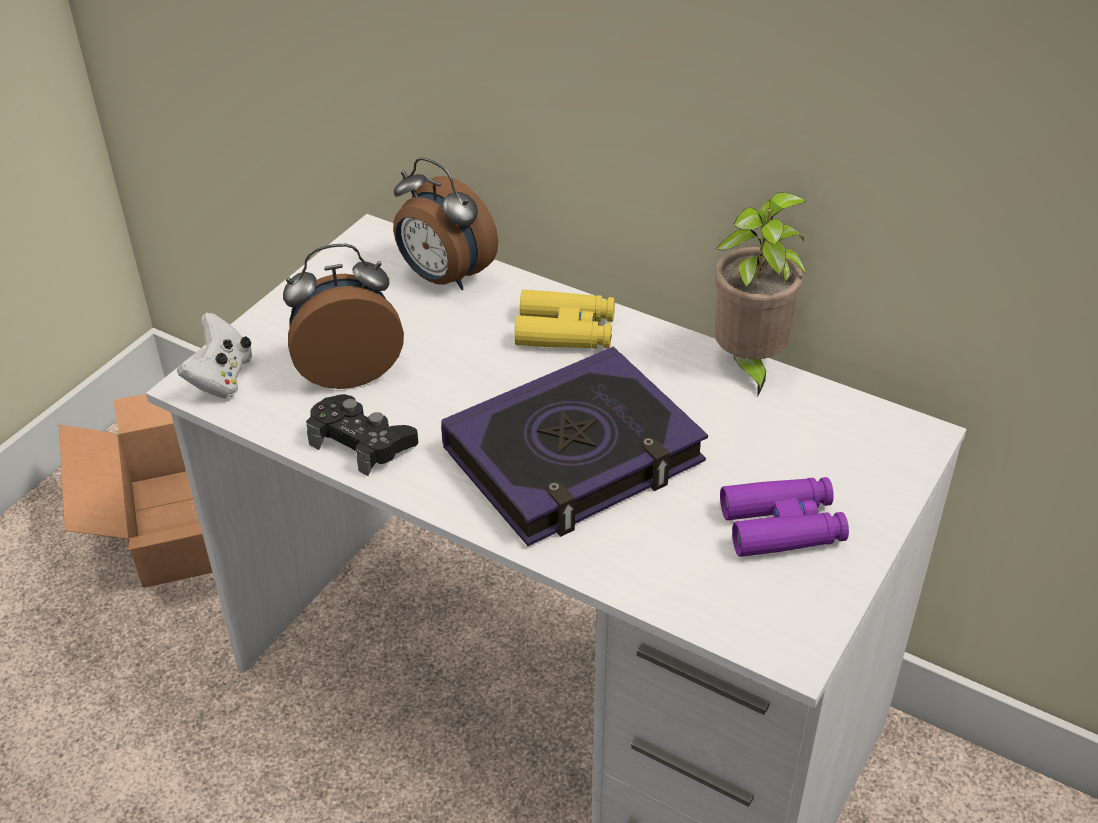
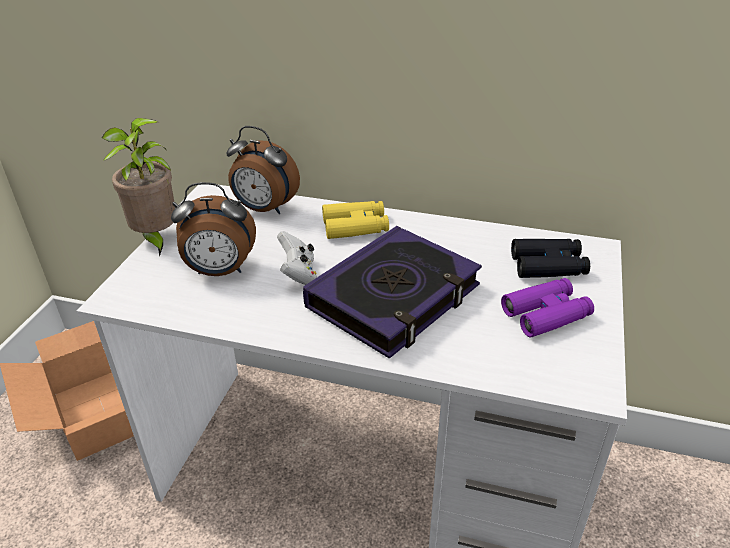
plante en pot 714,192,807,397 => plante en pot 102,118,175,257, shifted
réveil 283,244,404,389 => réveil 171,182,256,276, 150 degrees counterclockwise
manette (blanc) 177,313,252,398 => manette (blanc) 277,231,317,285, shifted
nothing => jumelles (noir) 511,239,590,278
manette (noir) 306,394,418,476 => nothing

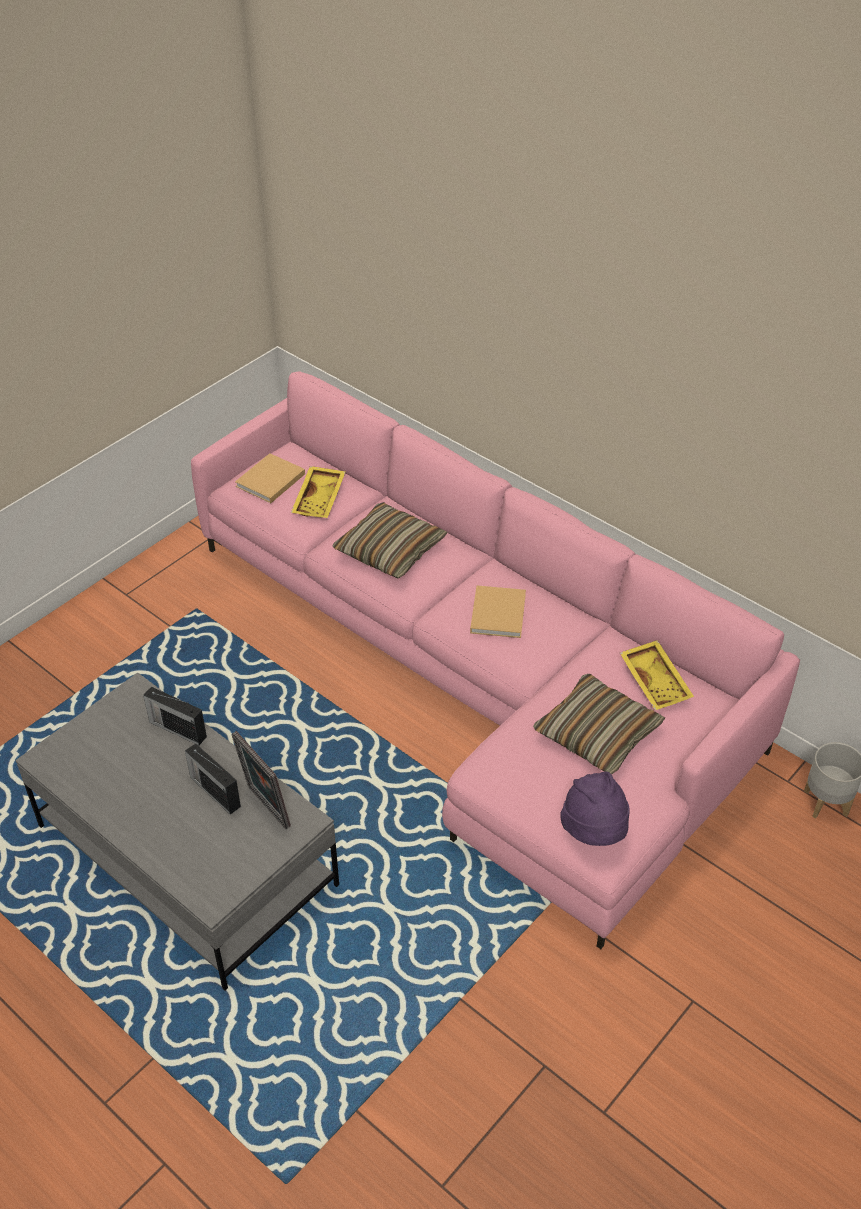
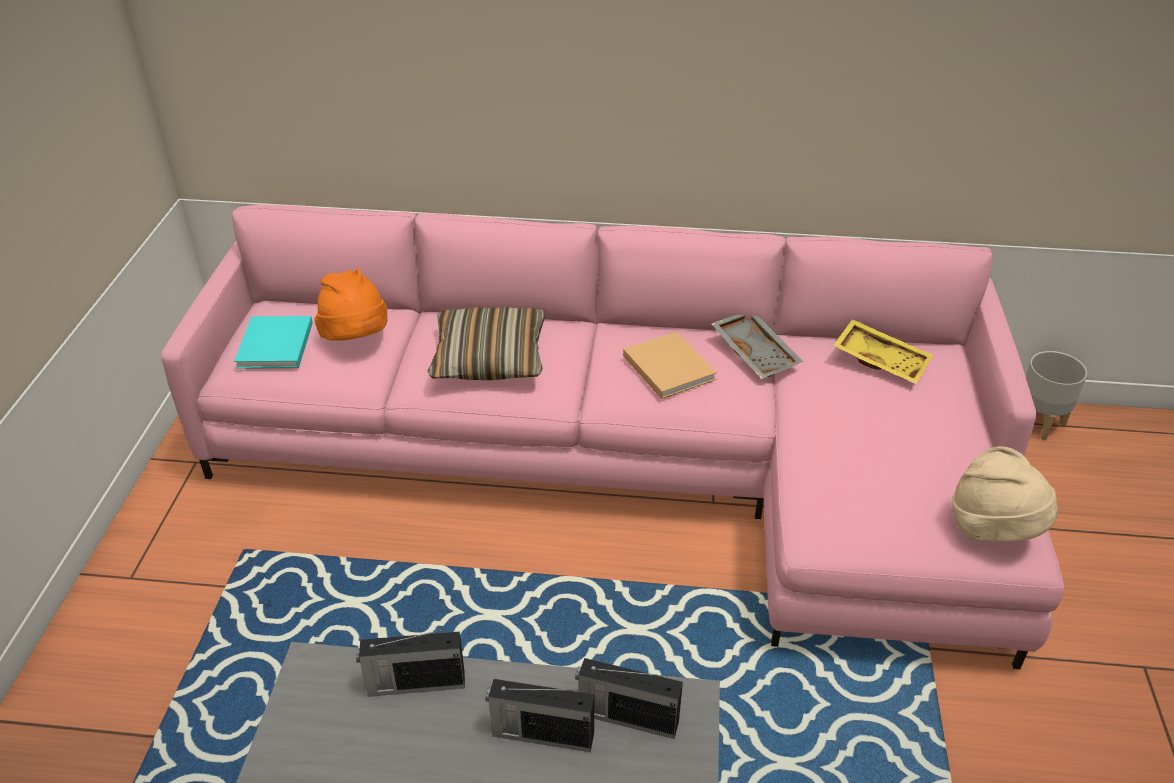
livre (beige) 235,453,305,503 => livre (turquoise) 234,316,313,369
plateau (jaune) 291,466,346,518 => chapeau (orange) 314,269,387,341
cadre photo 231,731,291,829 => radio 575,658,683,739
nothing => plateau (gris) 711,314,804,379
chapeau (violet) 560,772,630,846 => chapeau (beige) 952,446,1058,542
coussin 533,674,665,774 => nothing

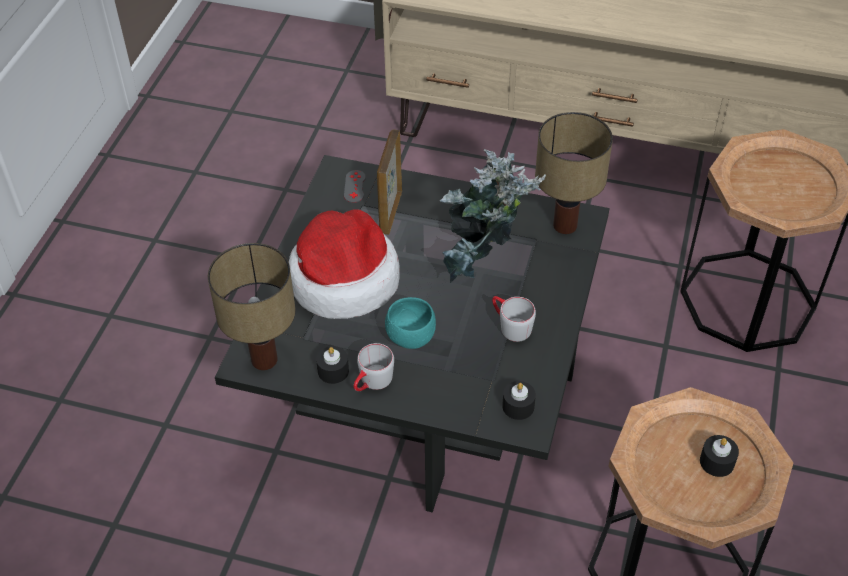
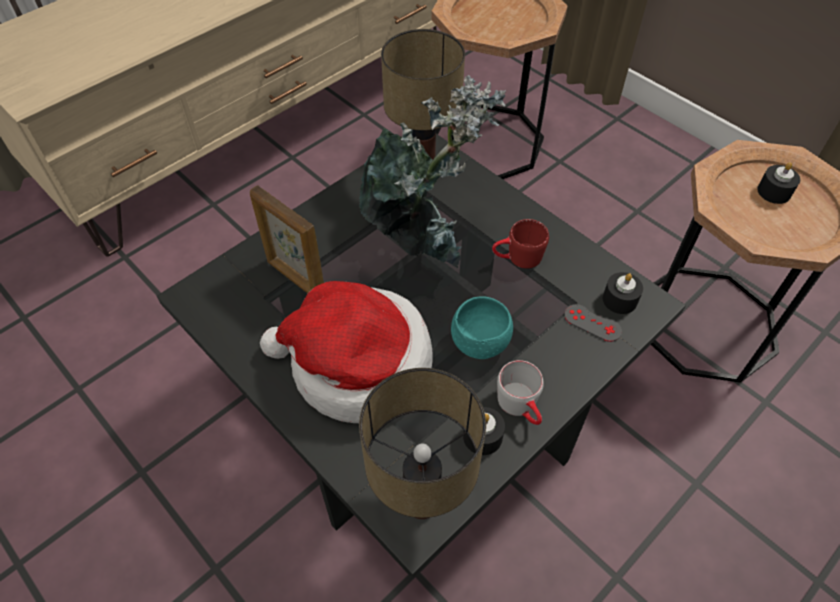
mug (gris) 492,296,536,342 => mug (rouge) 492,219,549,269
manette (gris) 344,170,366,203 => manette (gris) 564,304,622,342, shifted

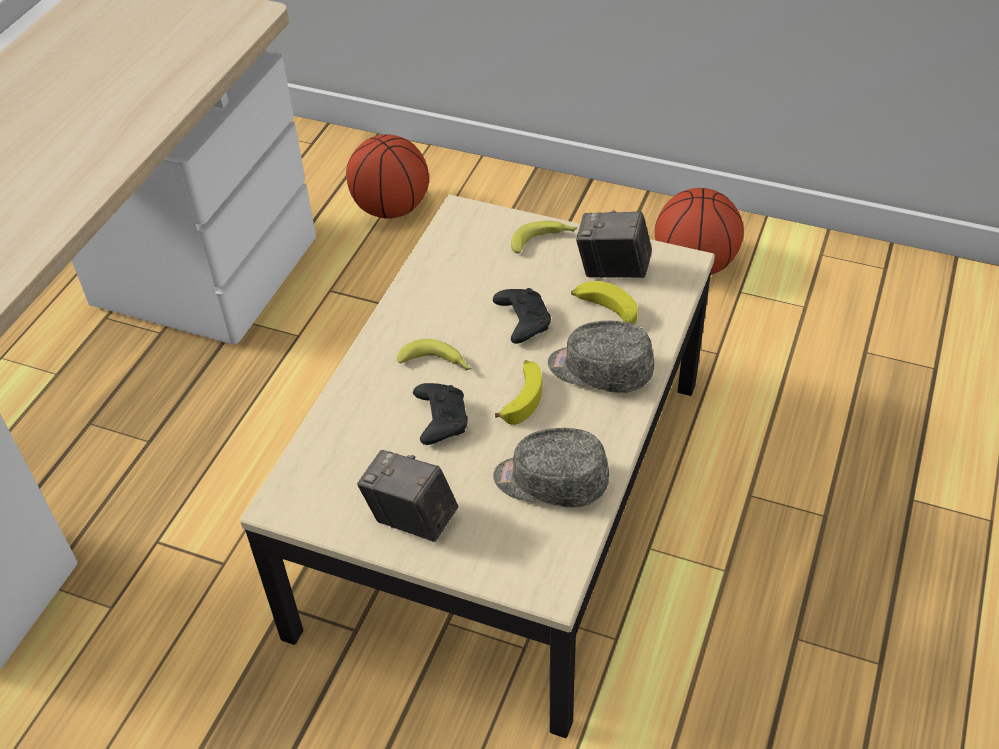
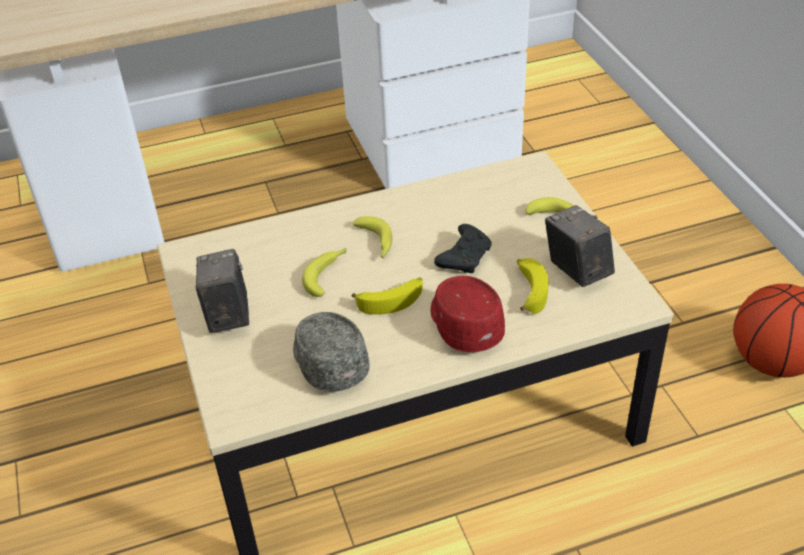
manette (noir) 413,383,468,445 => banane 302,248,347,297
casquette (gris) 548,321,654,393 => casquette (rouge) 431,276,505,352
ballon de basket 346,134,429,219 => nothing

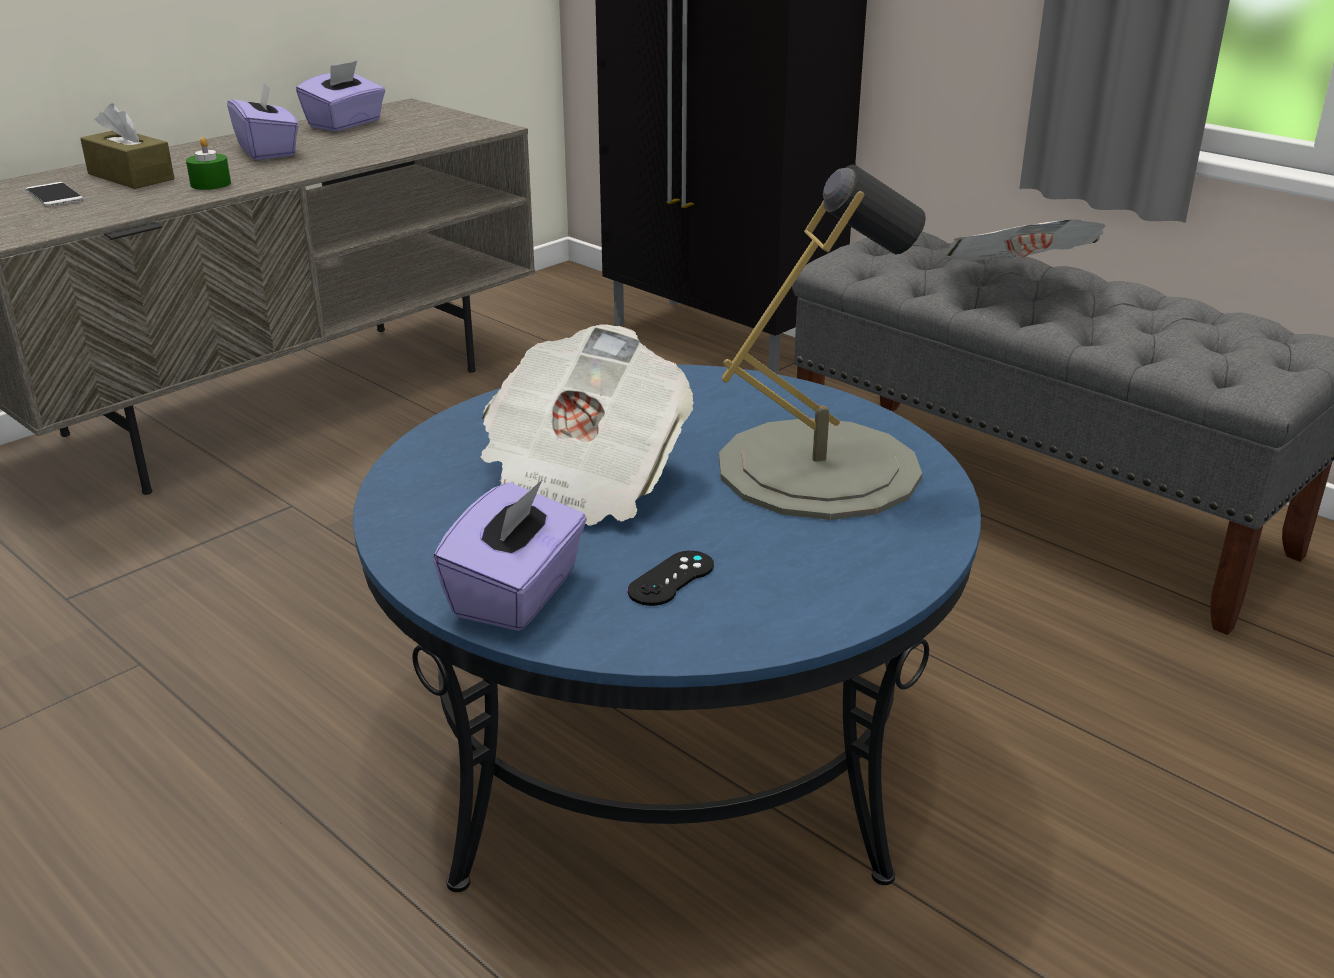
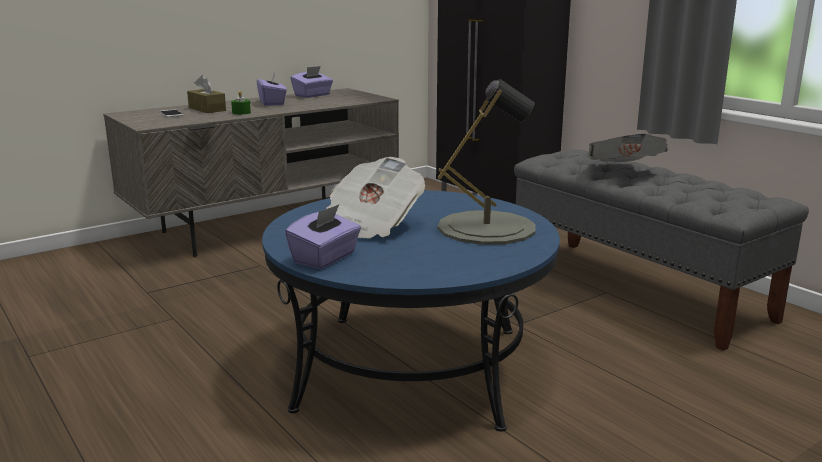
manette (noir) 627,551,714,606 => nothing

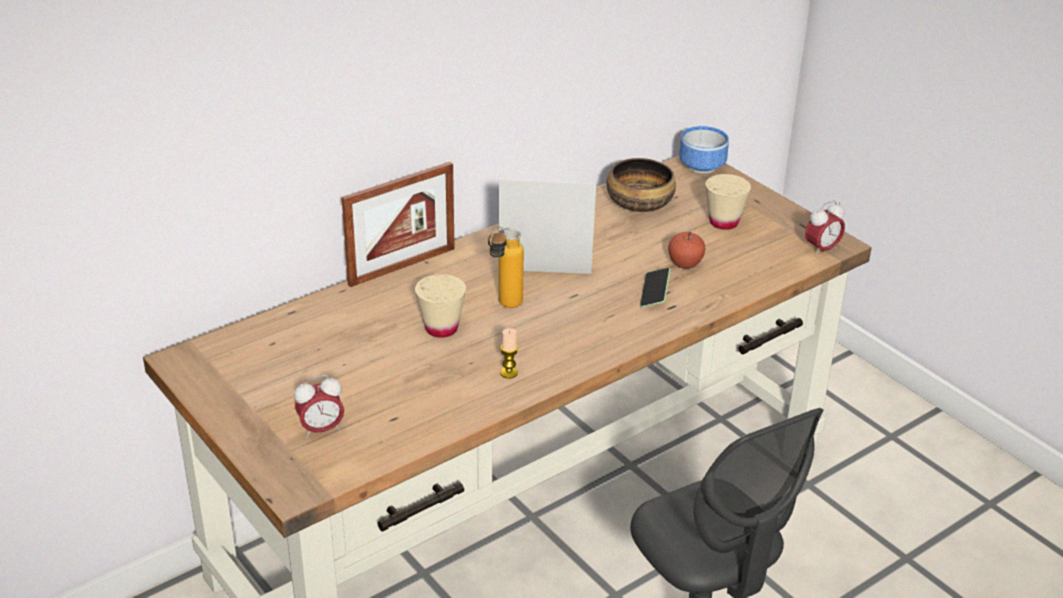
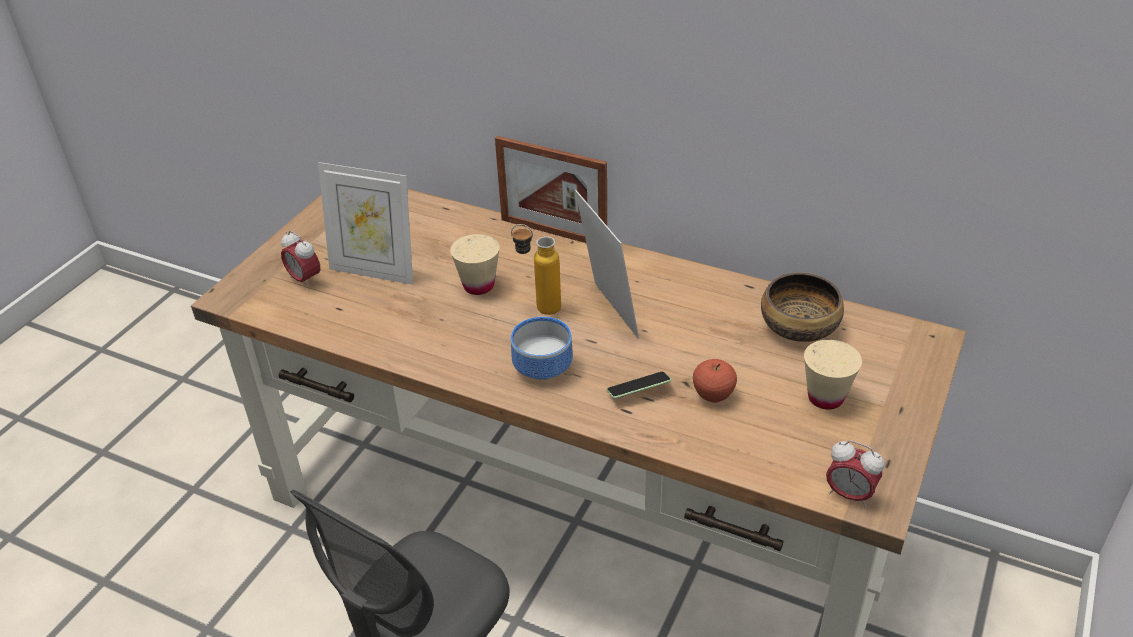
nothing => cadre photo 318,162,413,285
bol 679,126,729,174 => bol 511,317,573,380, shifted
bougie 500,328,518,379 => nothing

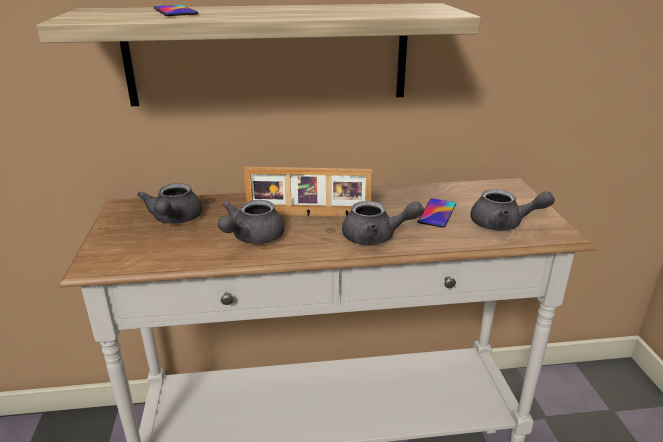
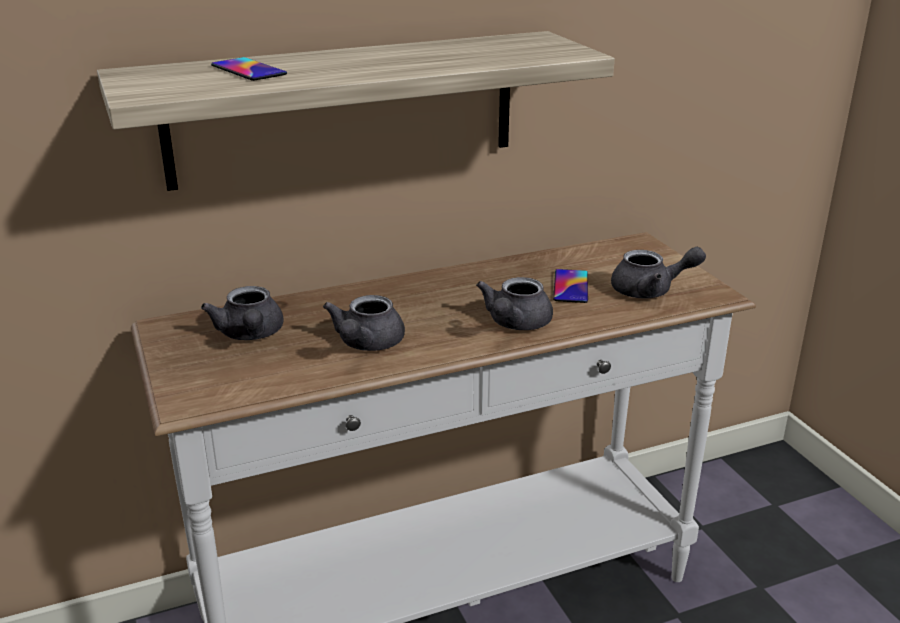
théière (gris) 342,201,424,245 => théière (gris) 476,277,553,330, 120 degrees clockwise
cadre photo 244,167,372,217 => nothing

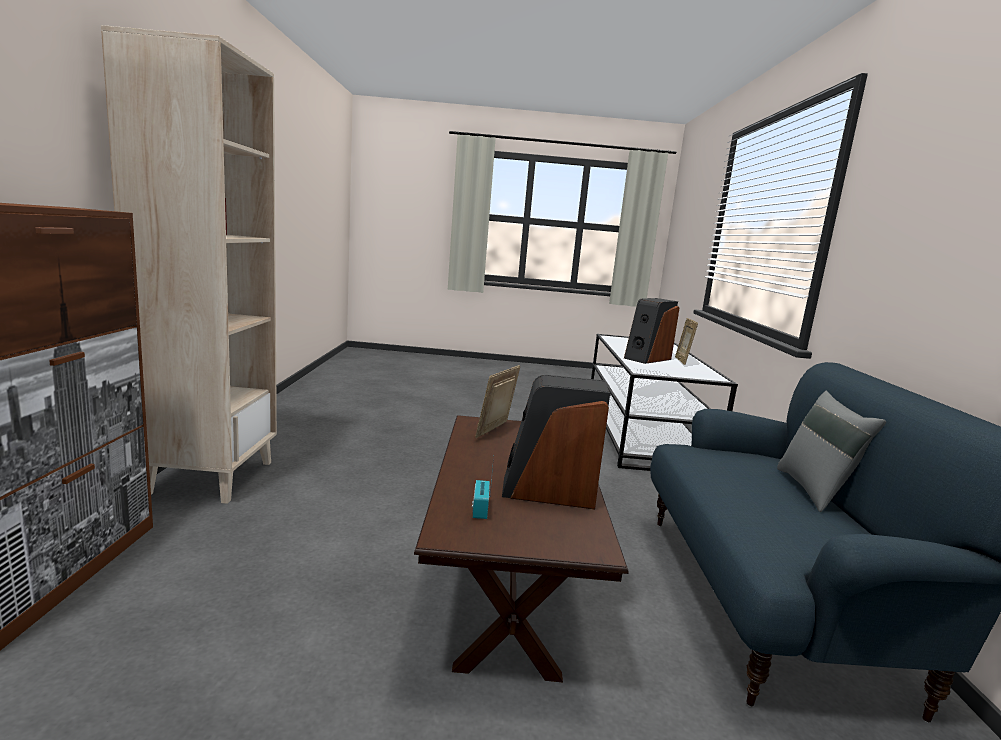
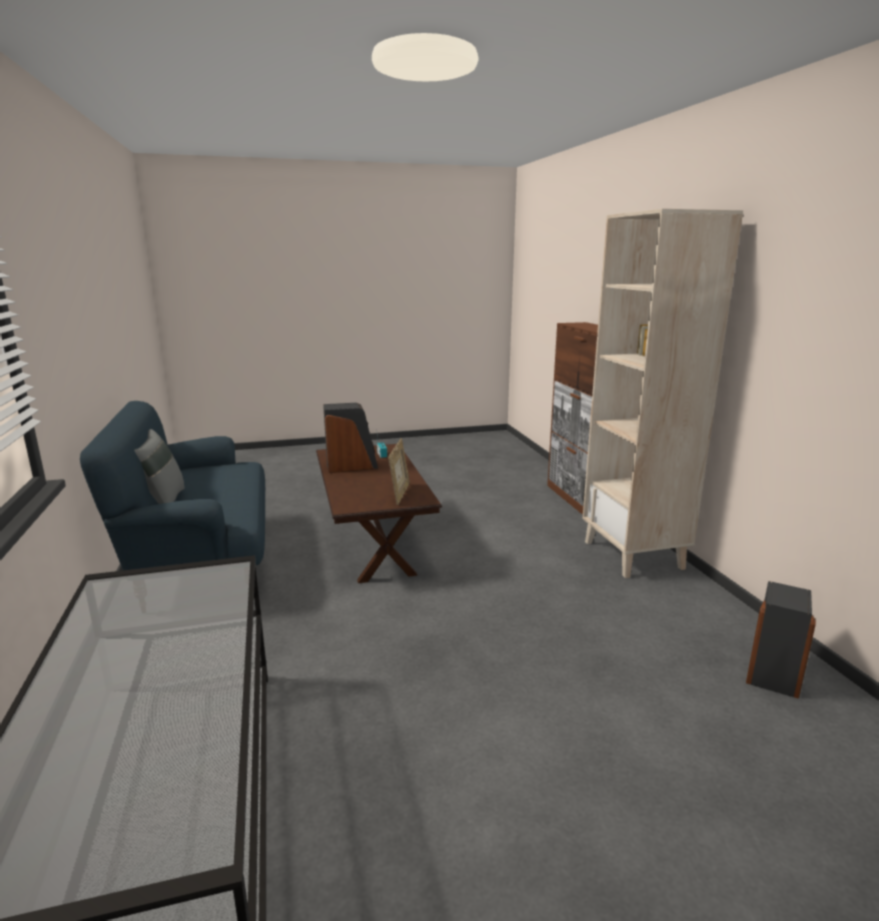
enceinte 624,298,679,364 => enceinte 746,581,816,699, shifted
cadre photo 675,318,698,365 => nothing

